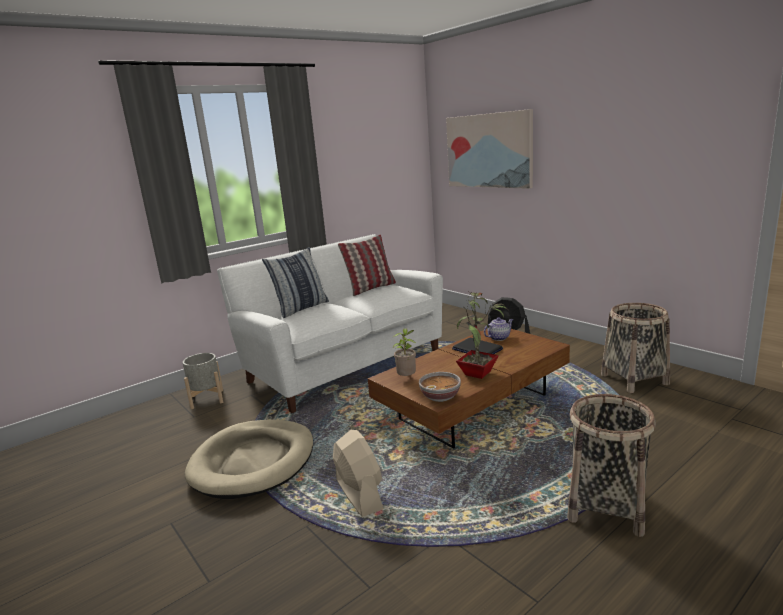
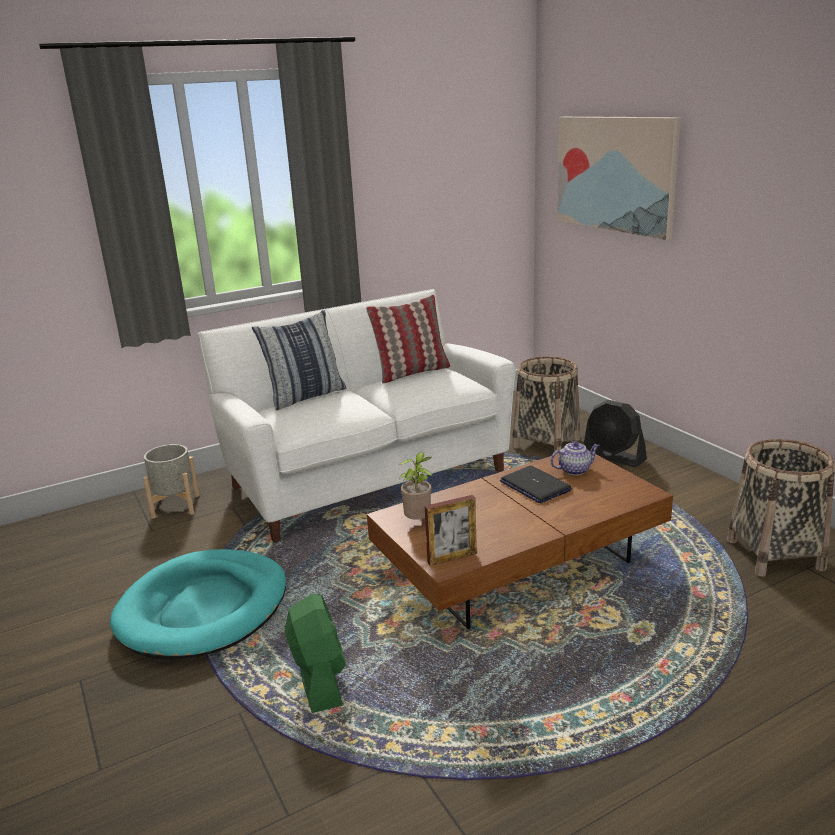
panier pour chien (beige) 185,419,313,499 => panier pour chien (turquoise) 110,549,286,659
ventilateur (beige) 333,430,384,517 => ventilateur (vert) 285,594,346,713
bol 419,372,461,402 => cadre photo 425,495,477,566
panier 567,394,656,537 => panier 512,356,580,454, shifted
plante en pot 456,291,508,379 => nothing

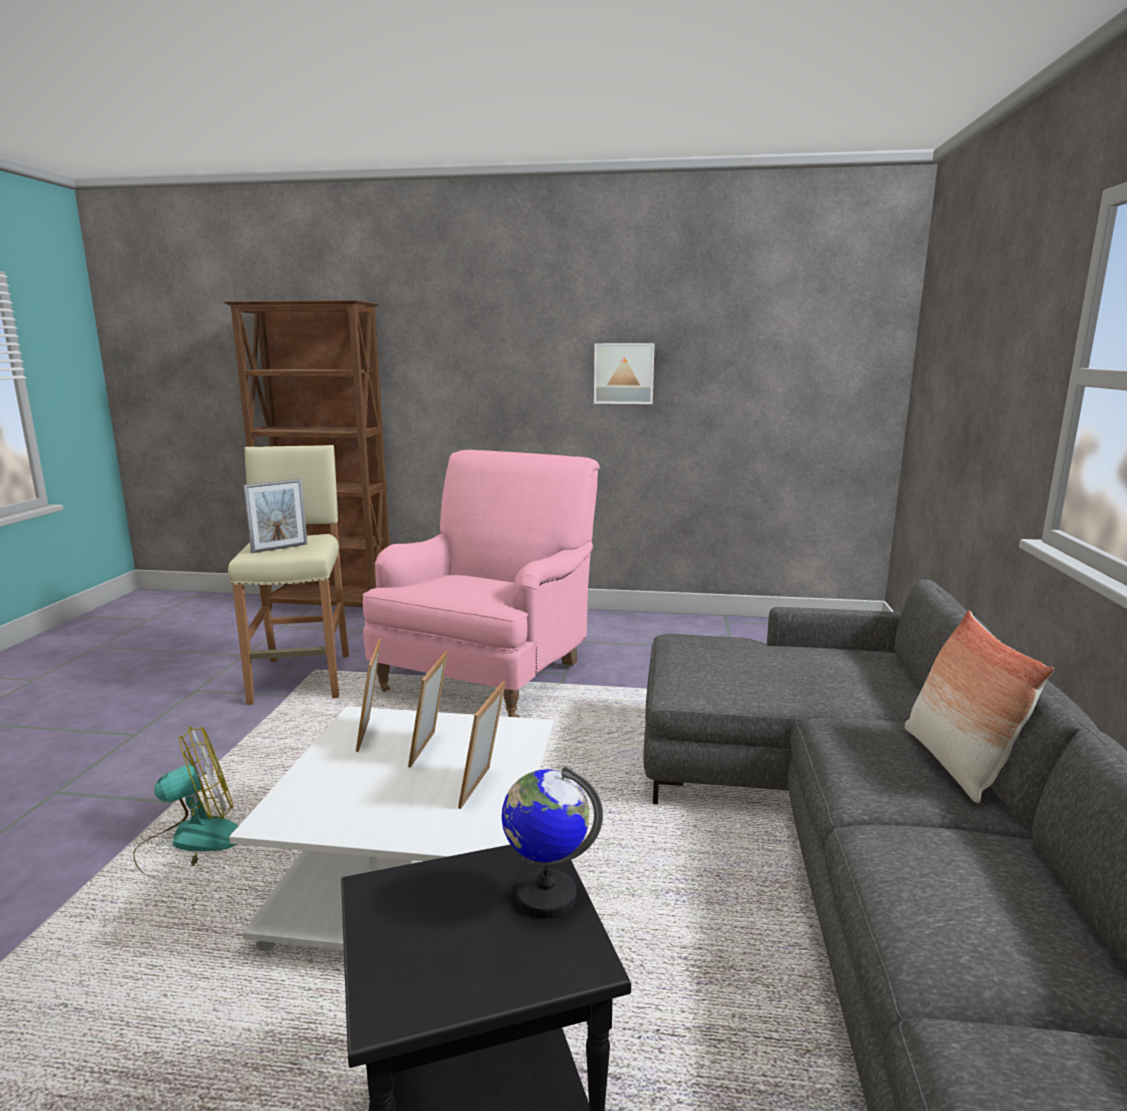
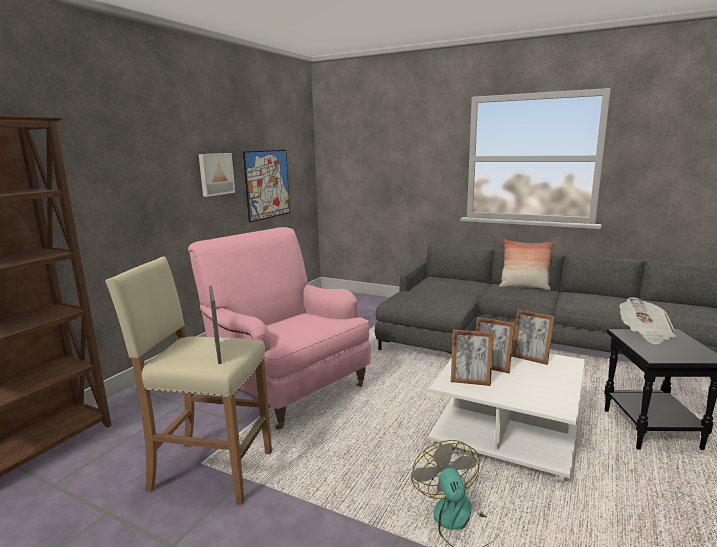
nothing => tableau 243,150,290,223
globe 502,766,603,919 => journal 619,297,676,344

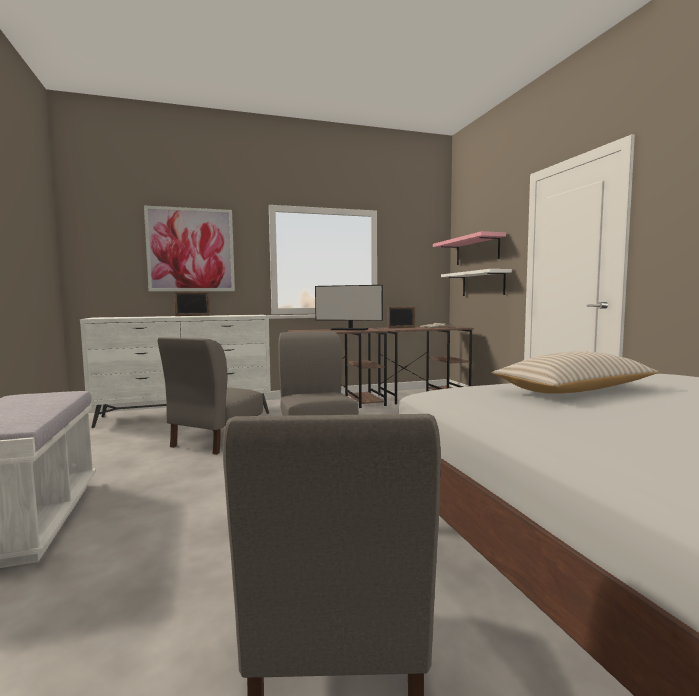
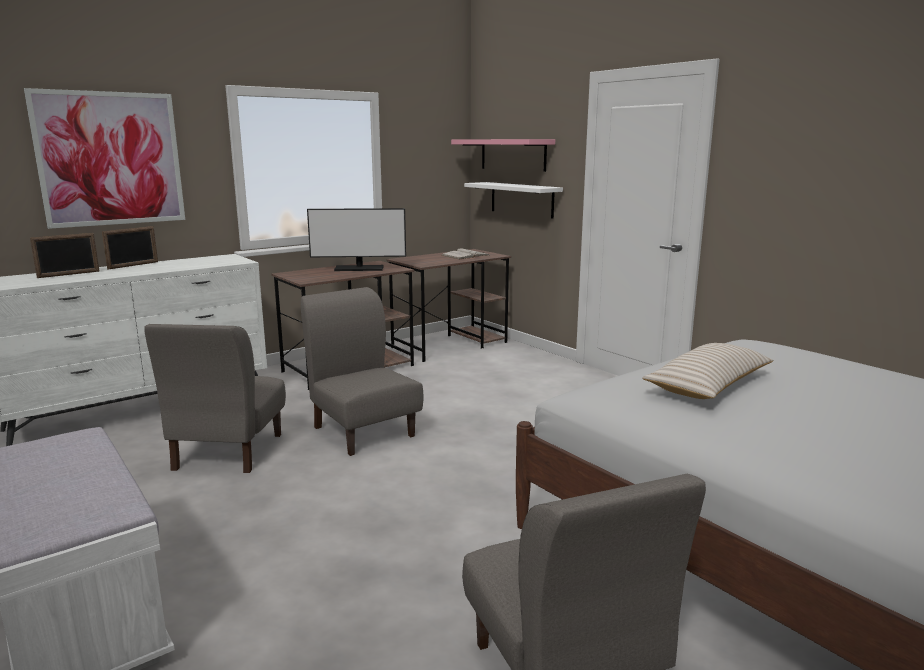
cadre photo 388,306,415,328 => cadre photo 30,233,100,278, shifted

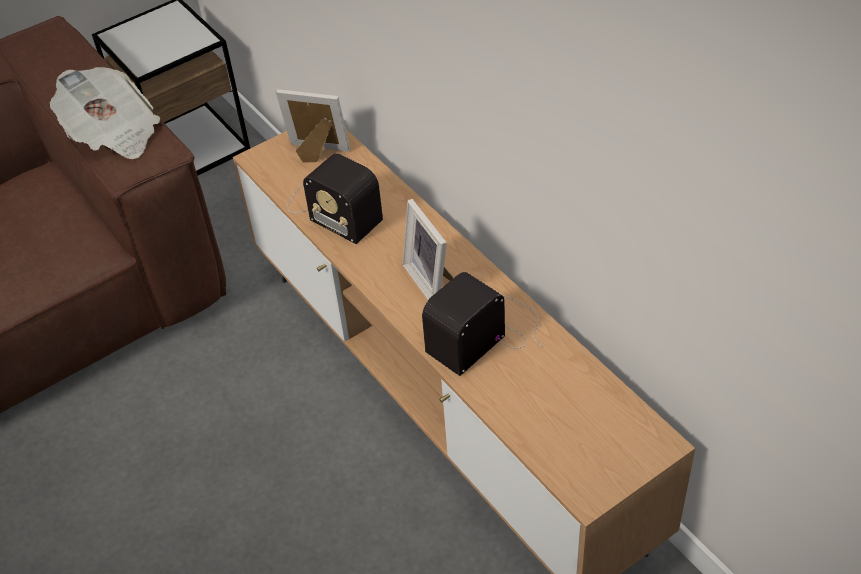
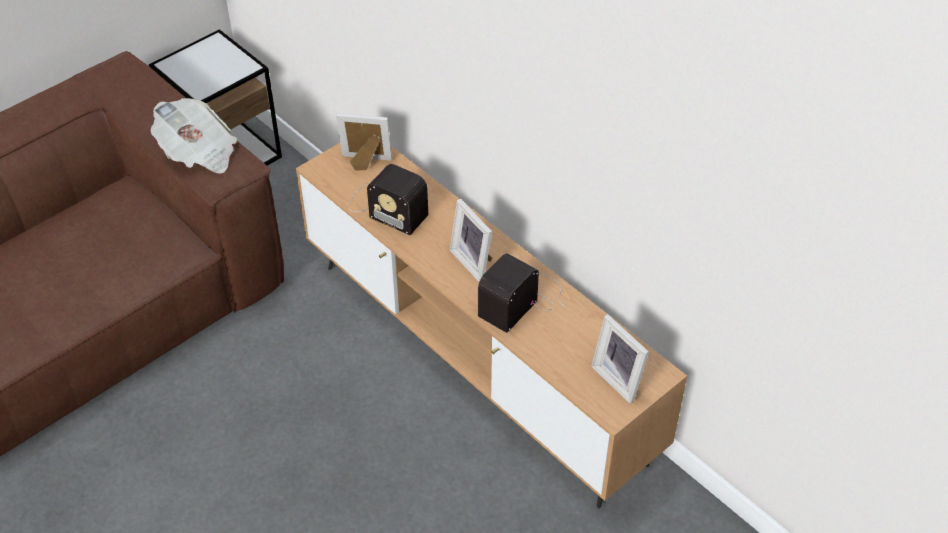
nothing => cadre photo 591,314,649,404

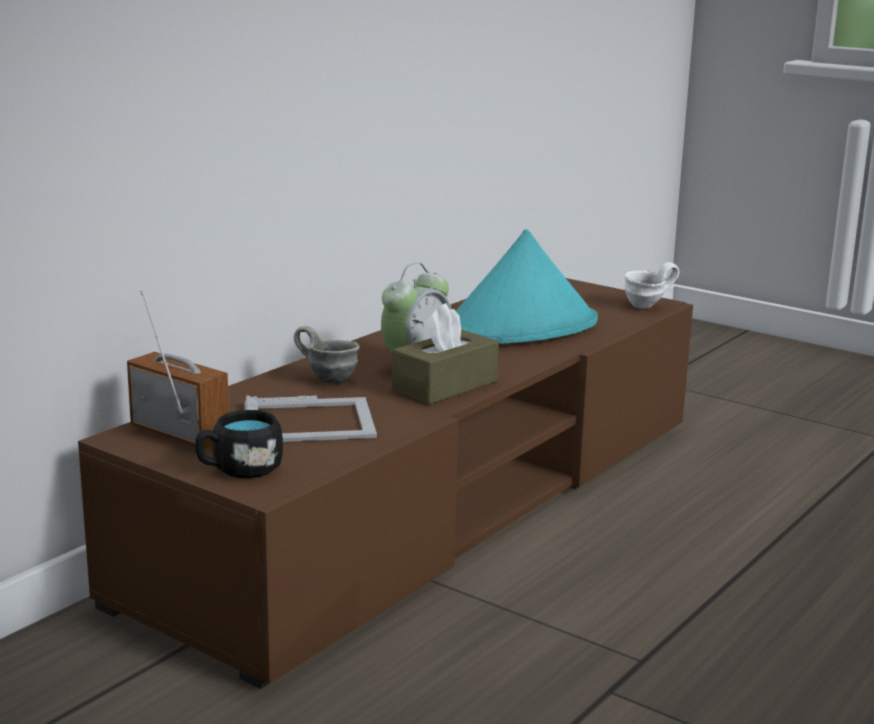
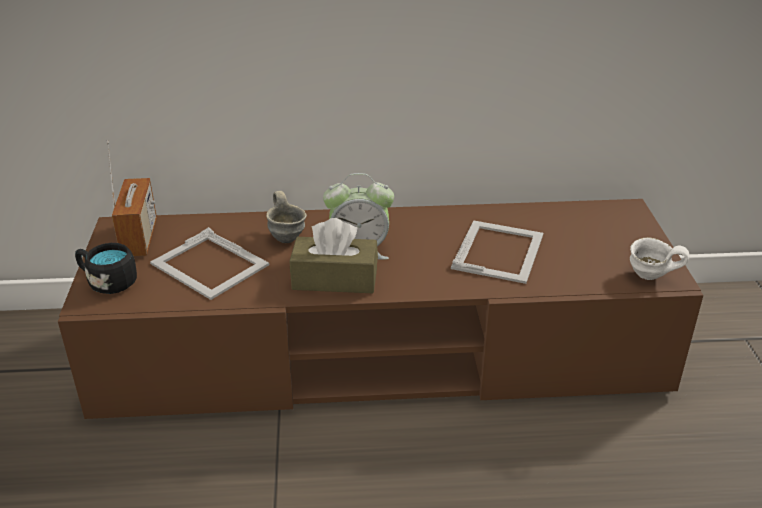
chapeau (turquoise) 456,229,598,344 => cadre photo 451,220,543,284

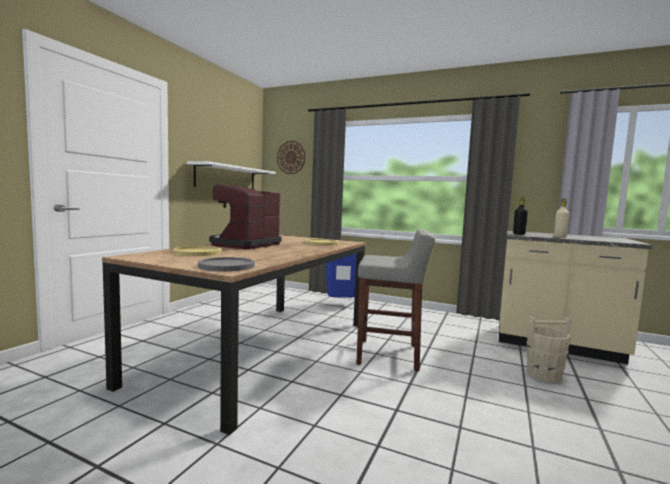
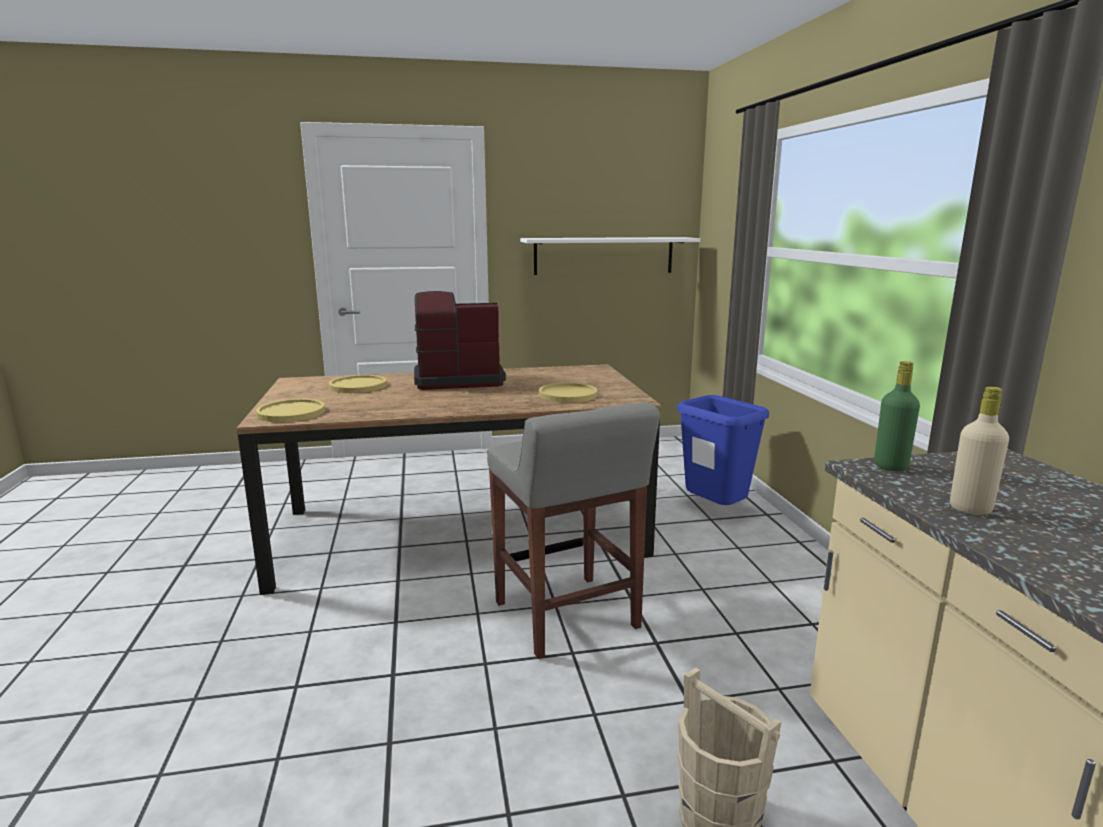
assiette (gris) 198,257,255,271 => assiette (jaune) 256,399,325,422
bouteille (noir) 513,197,528,235 => bouteille (vert) 874,361,920,471
horloge murale 277,141,306,174 => nothing

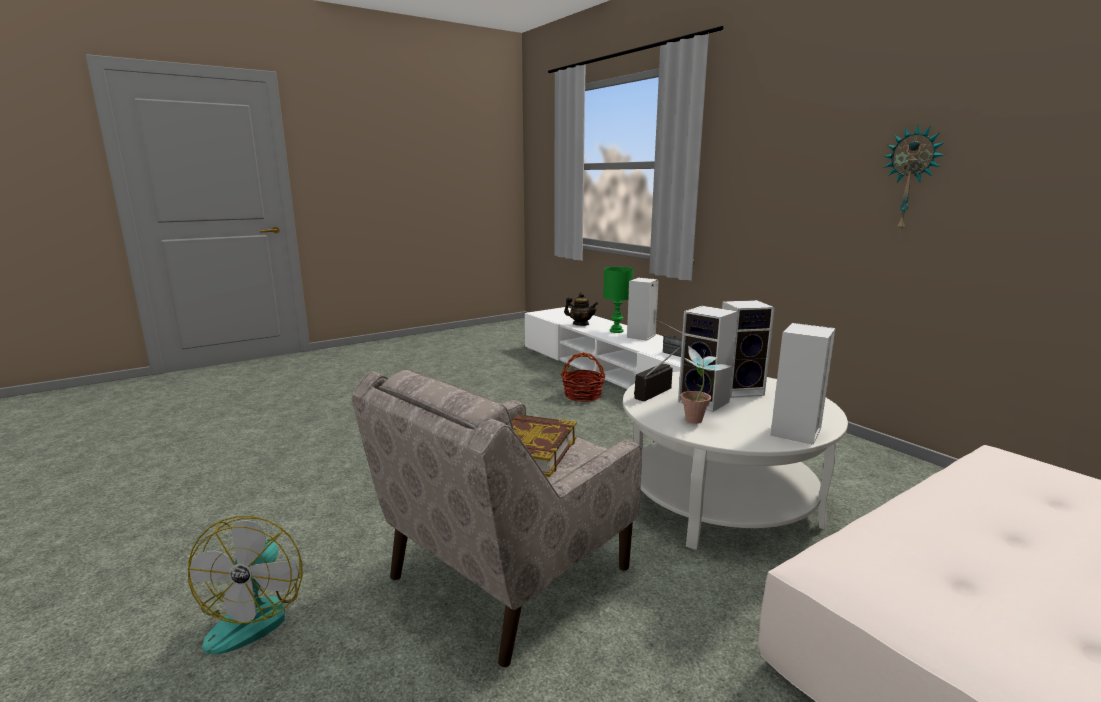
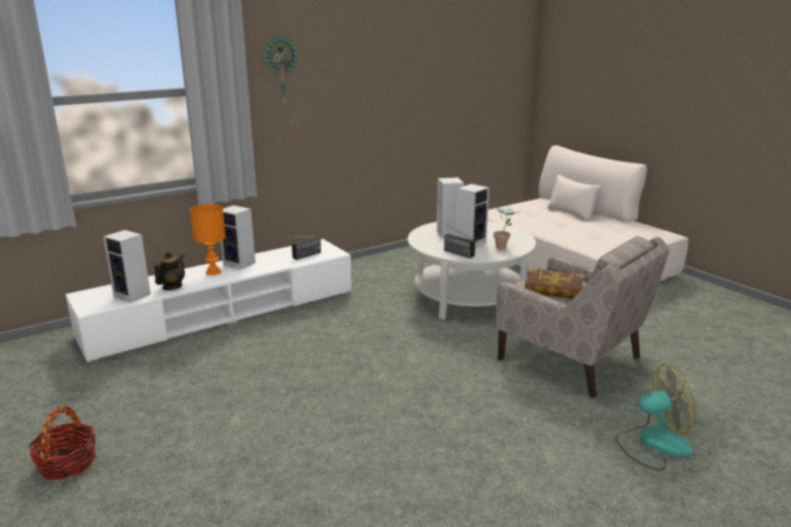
panier 561,352,605,402 => panier 29,406,96,480, shifted
enceinte 771,323,835,445 => enceinte 103,230,151,303, shifted
lampe de table (vert) 603,267,634,333 => lampe de table (orange) 190,204,226,275
horloge murale 883,124,945,233 => horloge murale 263,36,298,106, shifted

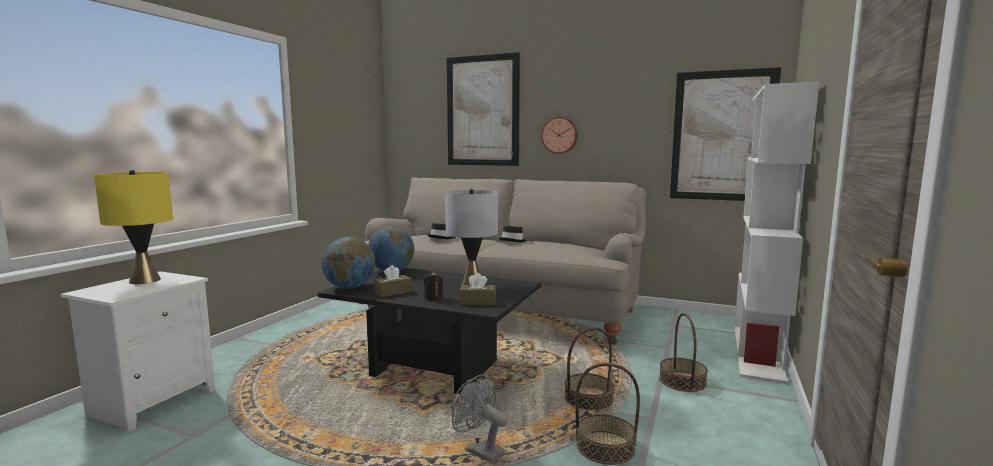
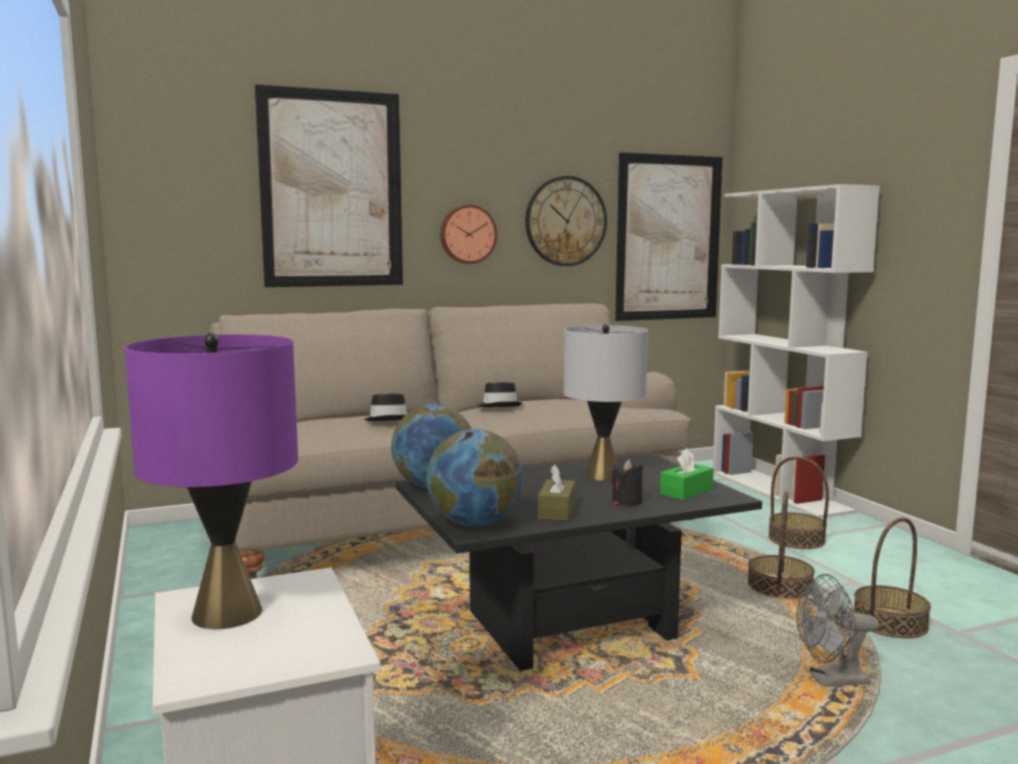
lampe de table (jaune) 94,170,173,284 => lampe de table (violet) 125,333,298,629
nothing => horloge murale 525,176,607,266
boîte à mouchoirs (marron) 459,273,496,305 => boîte à mouchoirs (vert) 660,448,714,500

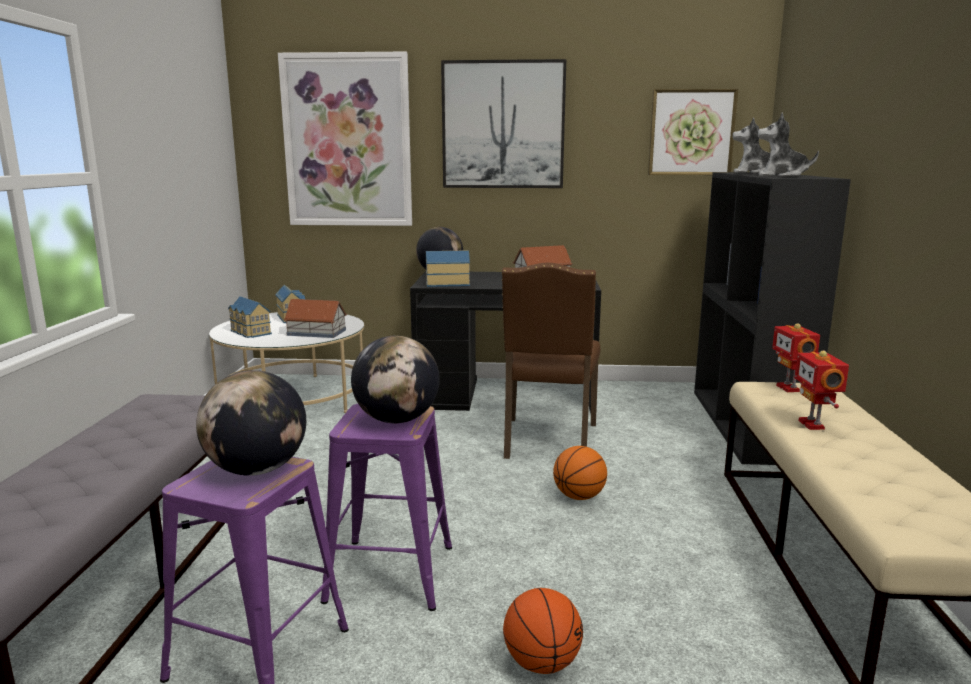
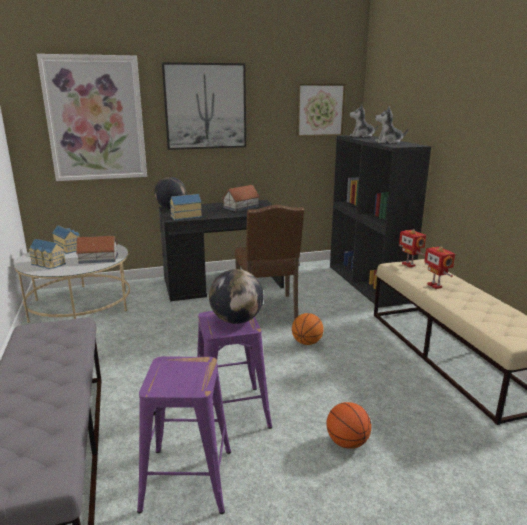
globe 196,370,306,476 => nothing

